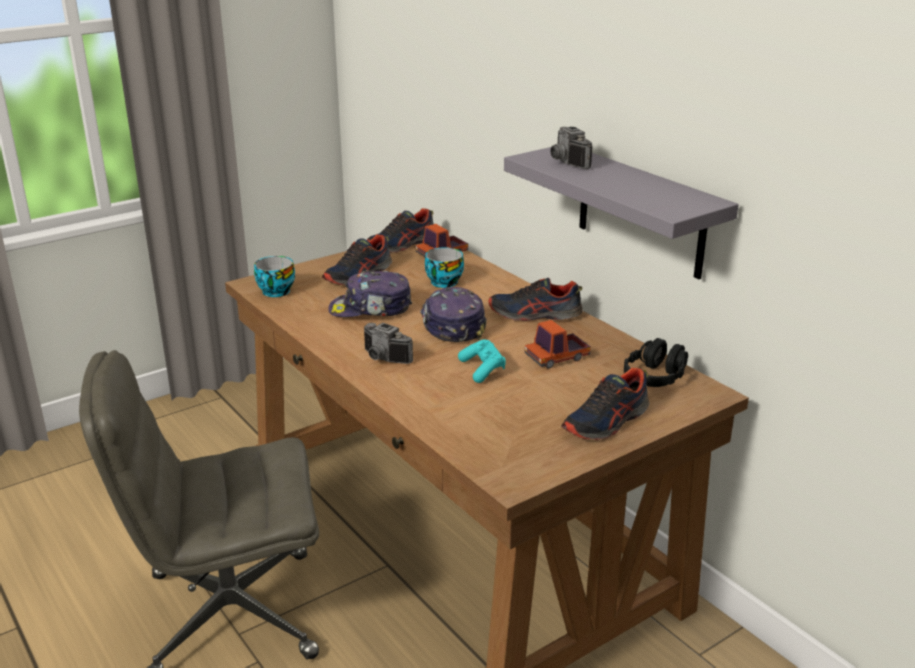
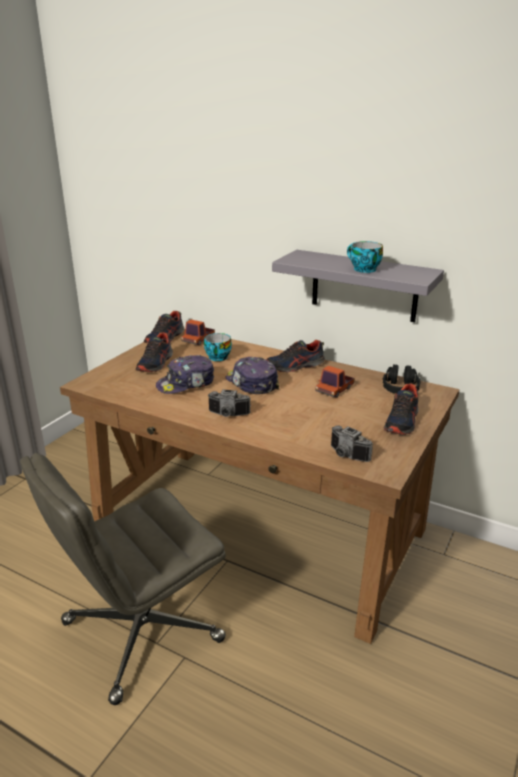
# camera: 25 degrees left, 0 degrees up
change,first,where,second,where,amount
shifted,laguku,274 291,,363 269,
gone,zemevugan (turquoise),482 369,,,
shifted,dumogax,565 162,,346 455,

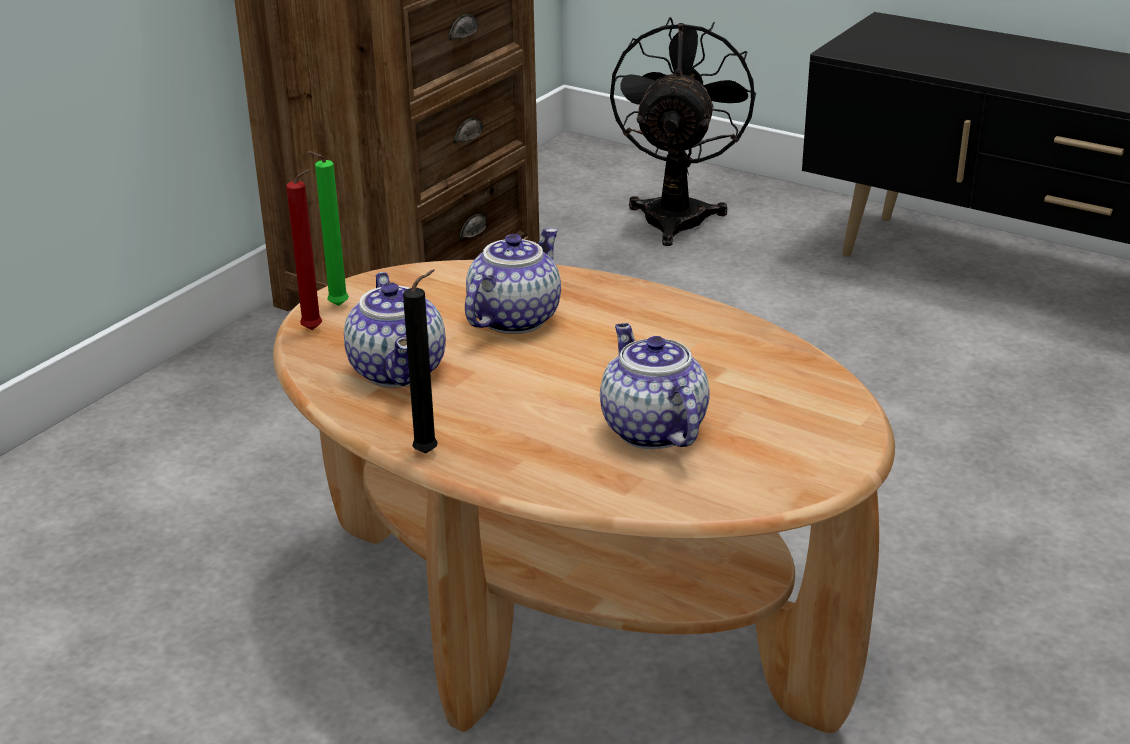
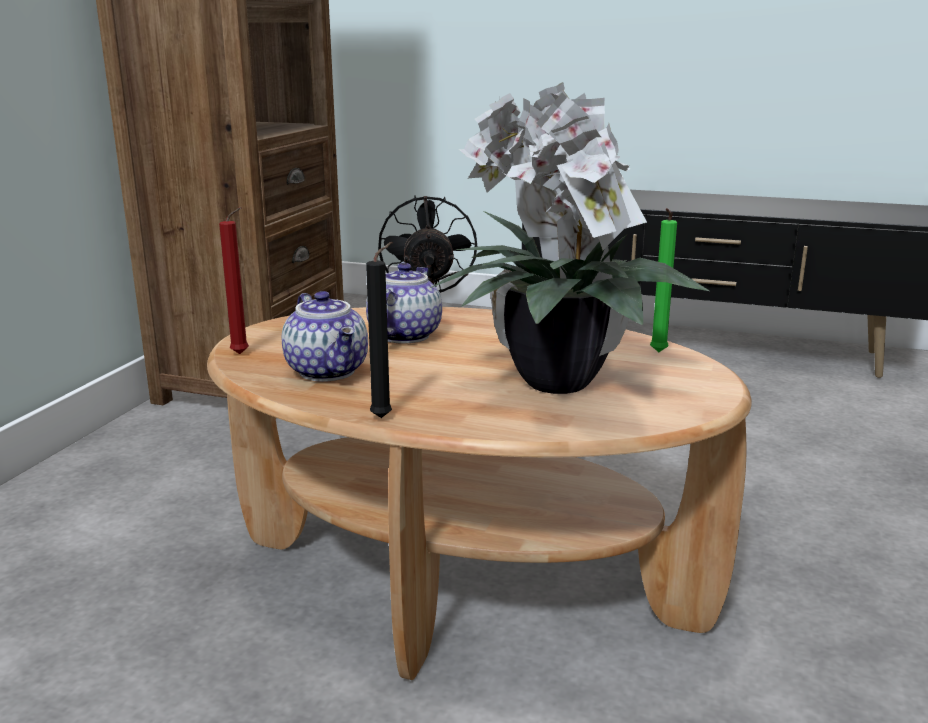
# camera: 15 degrees left, 10 degrees down
change,first,where,second,where,amount
shifted,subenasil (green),335 307,,657 353,
swapped,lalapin,651 429,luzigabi,557 386,

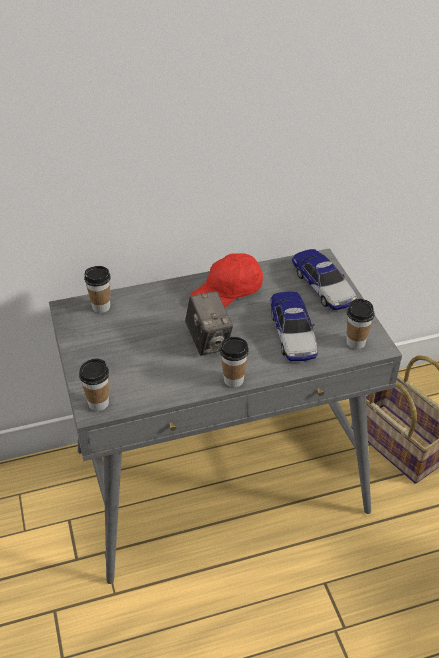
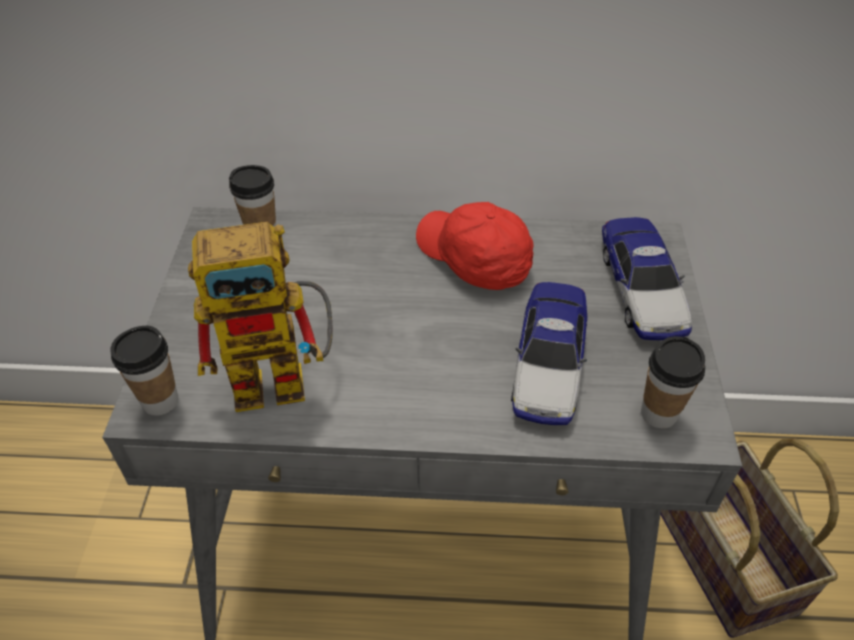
# camera: 20 degrees right, 5 degrees up
change,first,where,second,where,amount
gone,dumogax,208 341,,,
rotated,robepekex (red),228 292,,473 259,60 degrees clockwise
gone,laguku,233 380,,,
new,,,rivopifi,285 377,

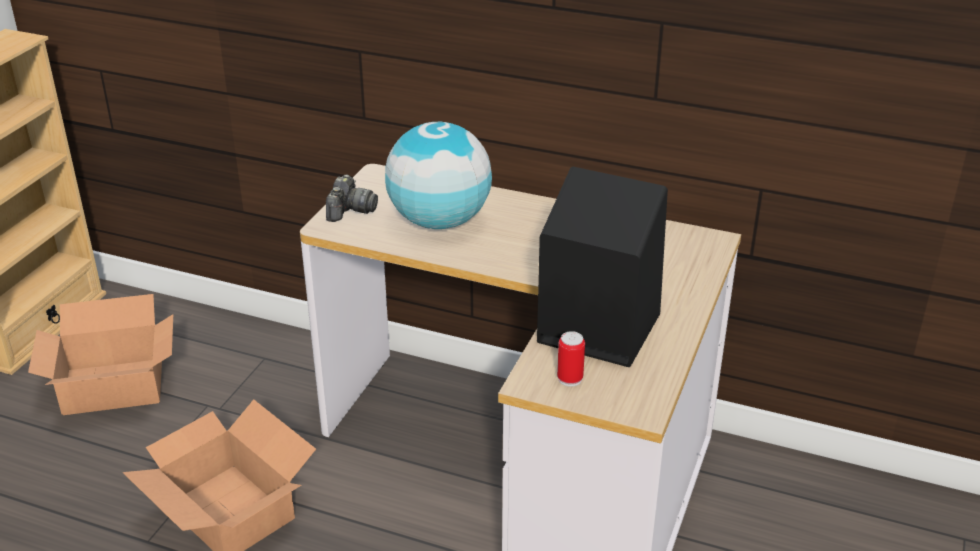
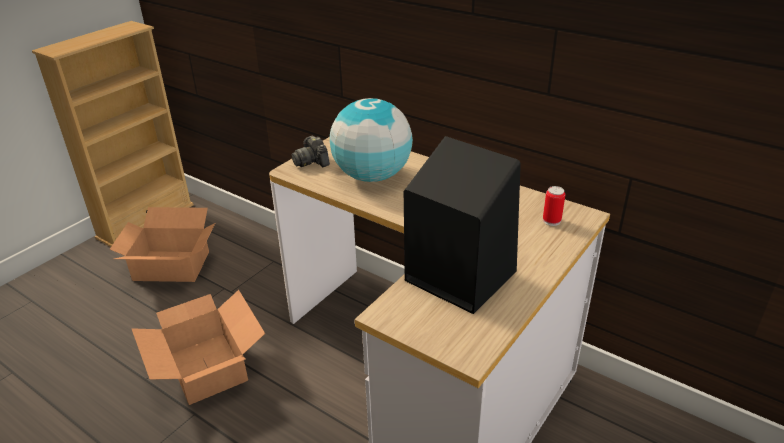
# camera: 15 degrees right, 0 degrees up
change,first,where,second,where,amount
rotated,dumogax,350 211,,312 161,120 degrees clockwise
shifted,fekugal,570 378,,551 221,

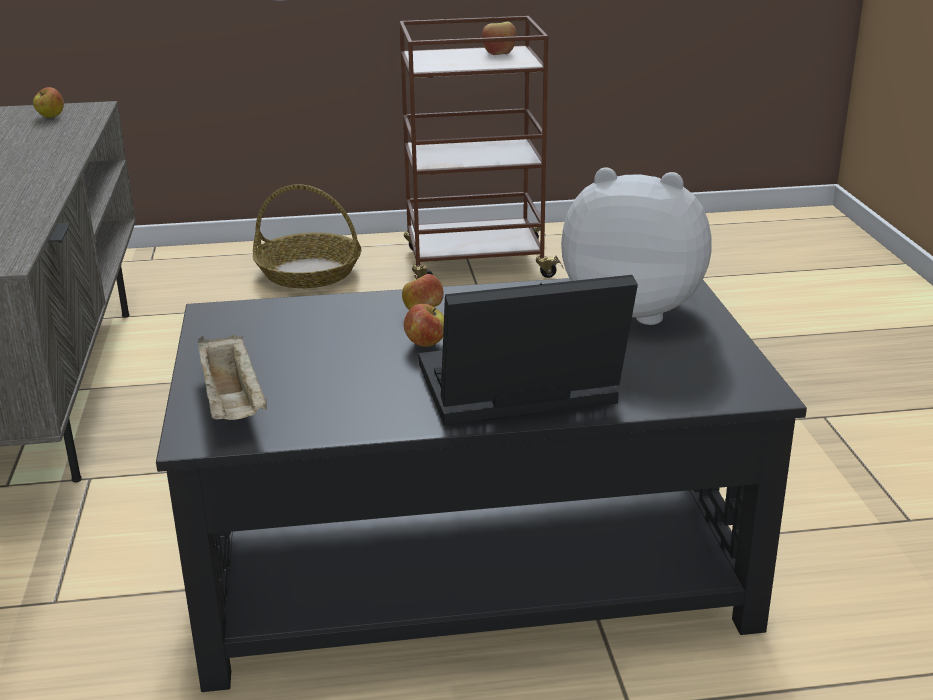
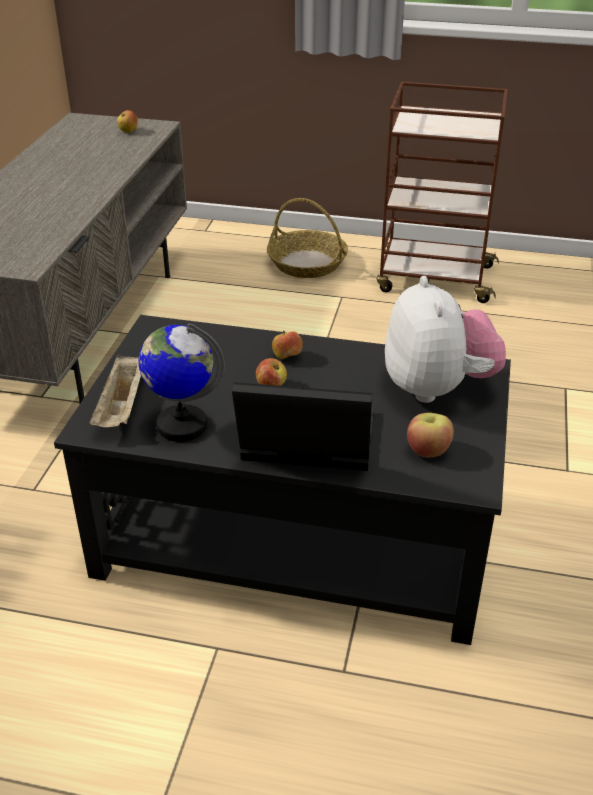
# camera: 20 degrees right, 10 degrees up
change,first,where,second,where,amount
shifted,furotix,499 53,,428 450,
rotated,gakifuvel,634 309,,437 388,45 degrees clockwise
new,,,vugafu,181 425,

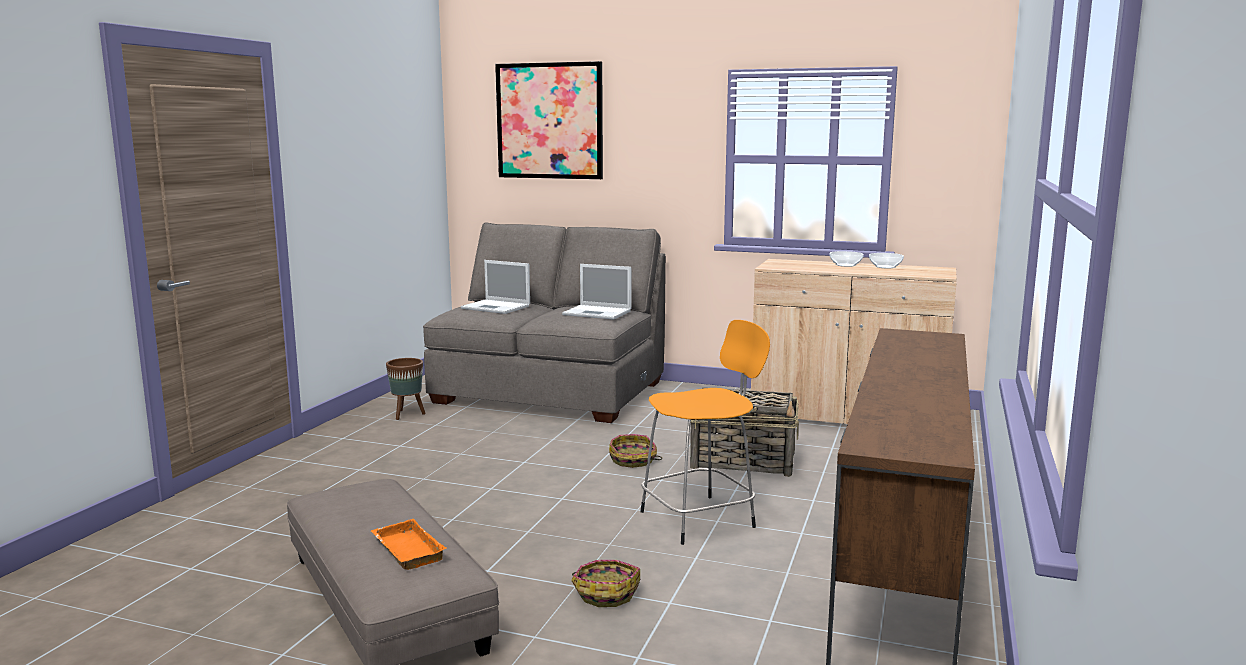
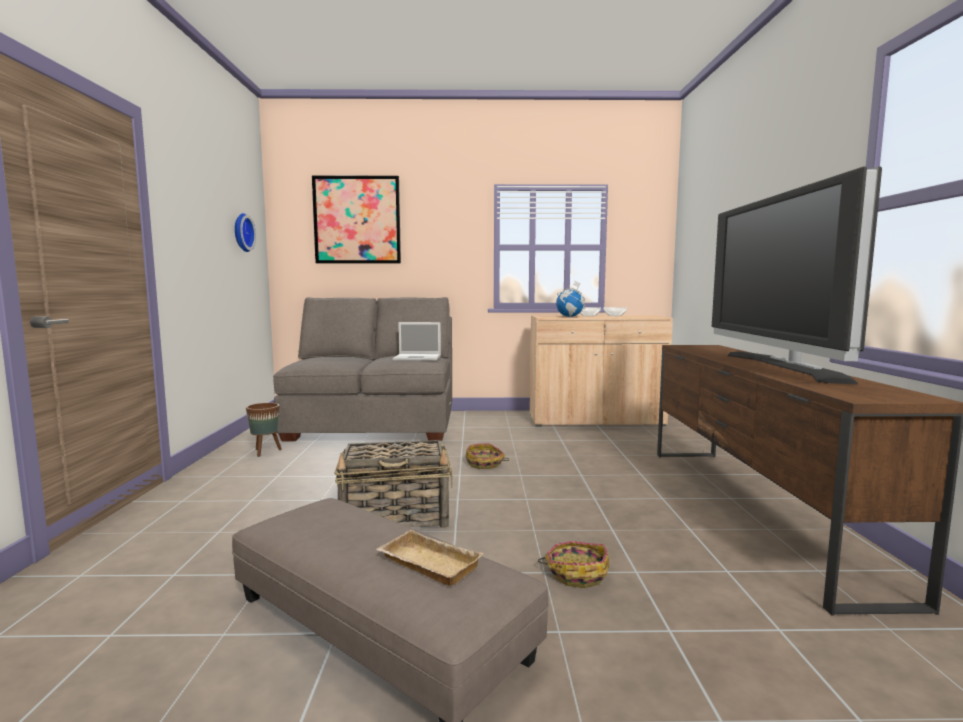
# camera: 20 degrees left, 5 degrees down
change,first,where,second,where,amount
repainted,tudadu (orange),405 550,tudadu (beige),426 564,
gone,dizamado,497 307,,,
gone,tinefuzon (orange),701 518,,,
shifted,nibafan,744 462,,396 517,
new,,,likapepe,241 232,
new,,,vugafu,570 316,
new,,,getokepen,783 366,

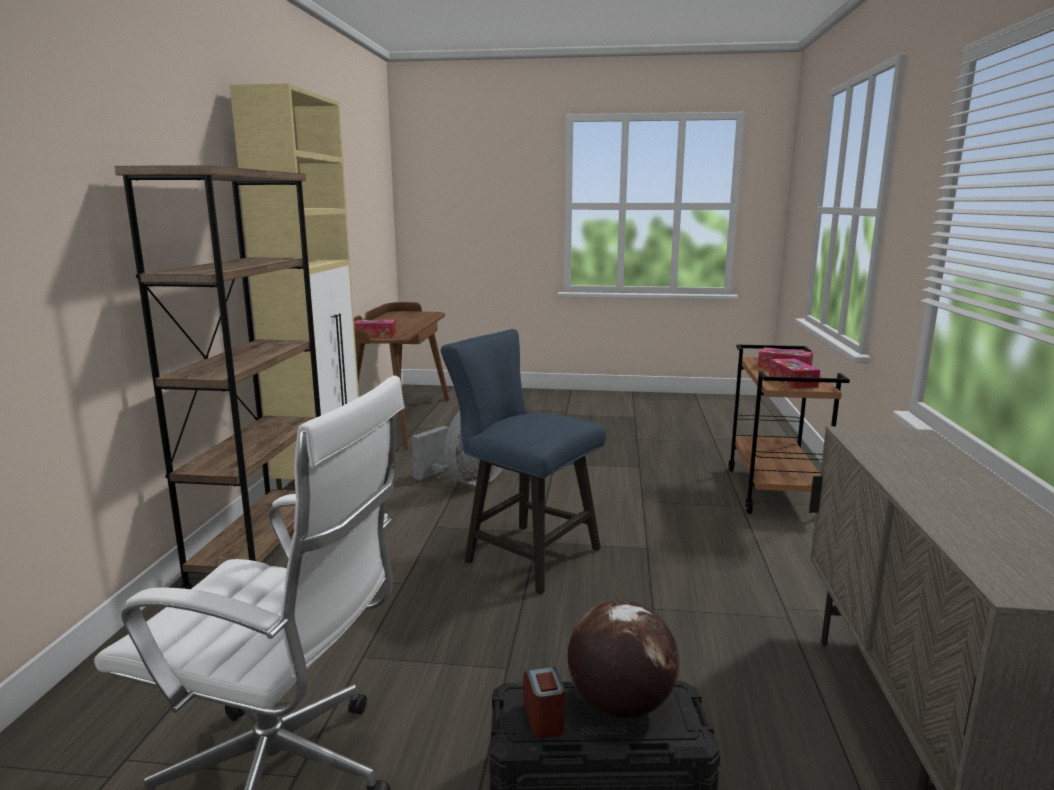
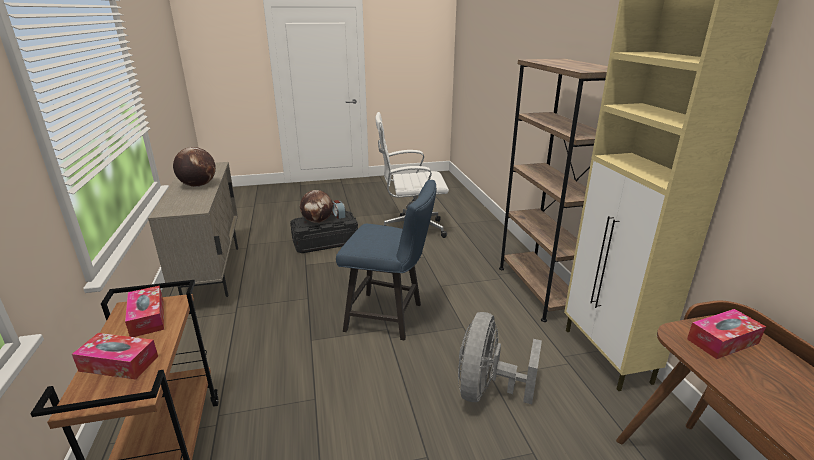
# camera: 160 degrees right, 10 degrees up
change,first,where,second,where,amount
new,,,vugafu,198 185,

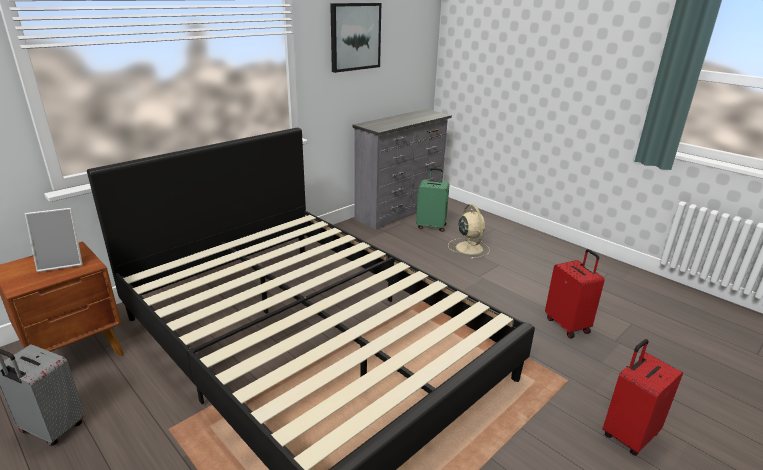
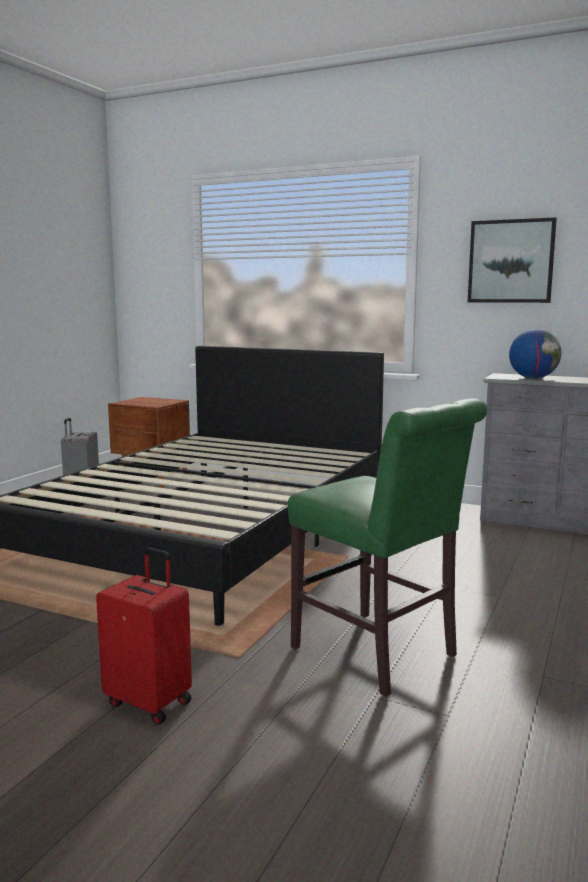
# camera: 70 degrees right, 15 degrees down
change,first,where,second,where,amount
gone,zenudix,62 262,,,
gone,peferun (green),431 226,,,
gone,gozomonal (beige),468 247,,,
swapped,peferun (red),568 325,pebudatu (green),379 655,
new,,,vugafu,533 378,

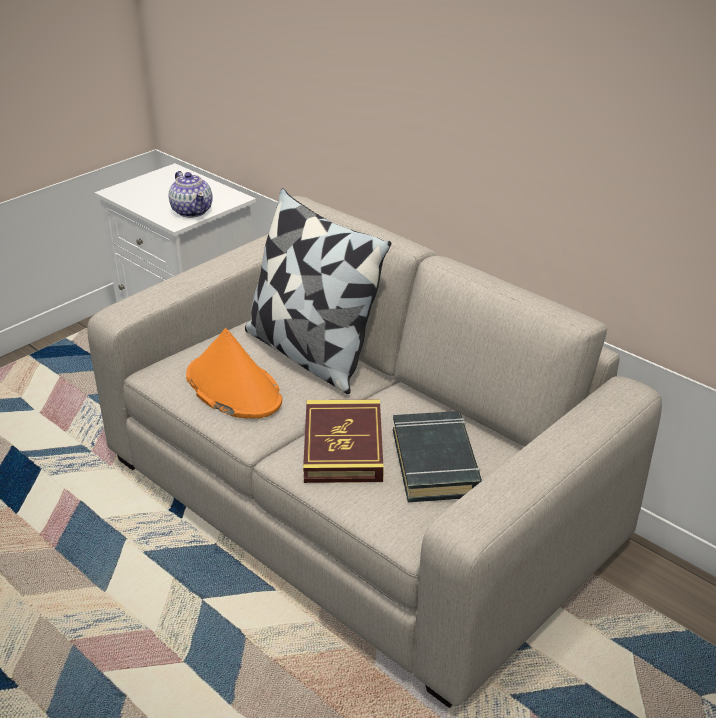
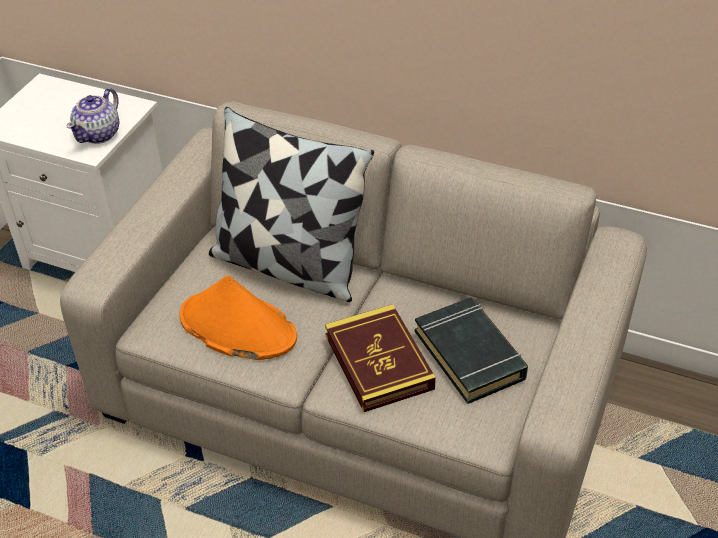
# camera: 20 degrees left, 10 degrees up
change,first,where,second,where,amount
rotated,lalapin,192 211,,99 134,75 degrees clockwise

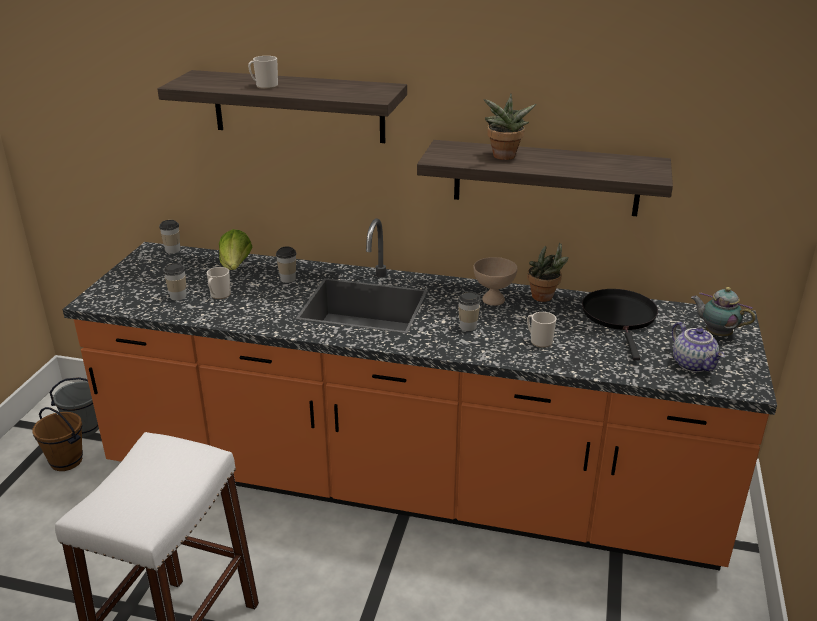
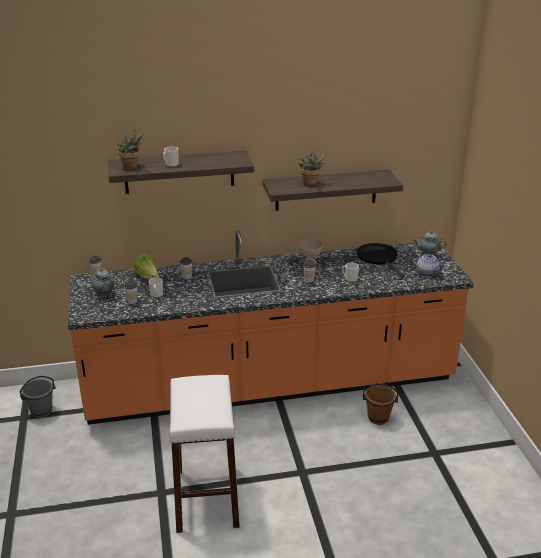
# camera: 25 degrees left, 0 degrees up
change,first,where,second,where,amount
shifted,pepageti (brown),67 461,,378 418,
shifted,luzigabi,545 298,,132 167,
new,,,lalapin,104 295,

